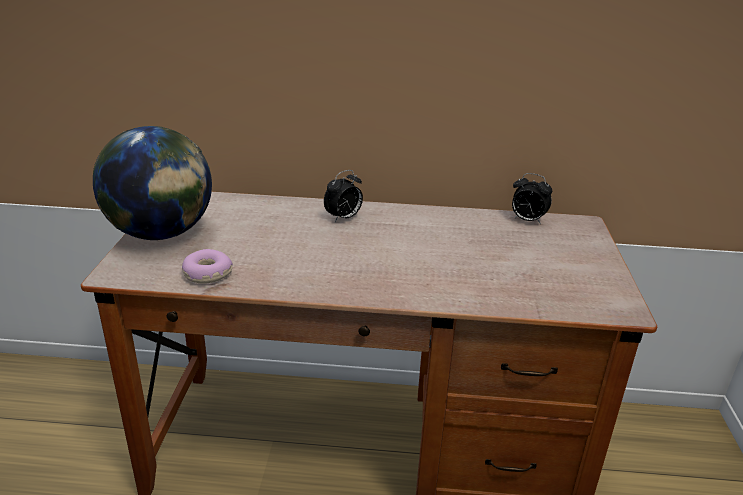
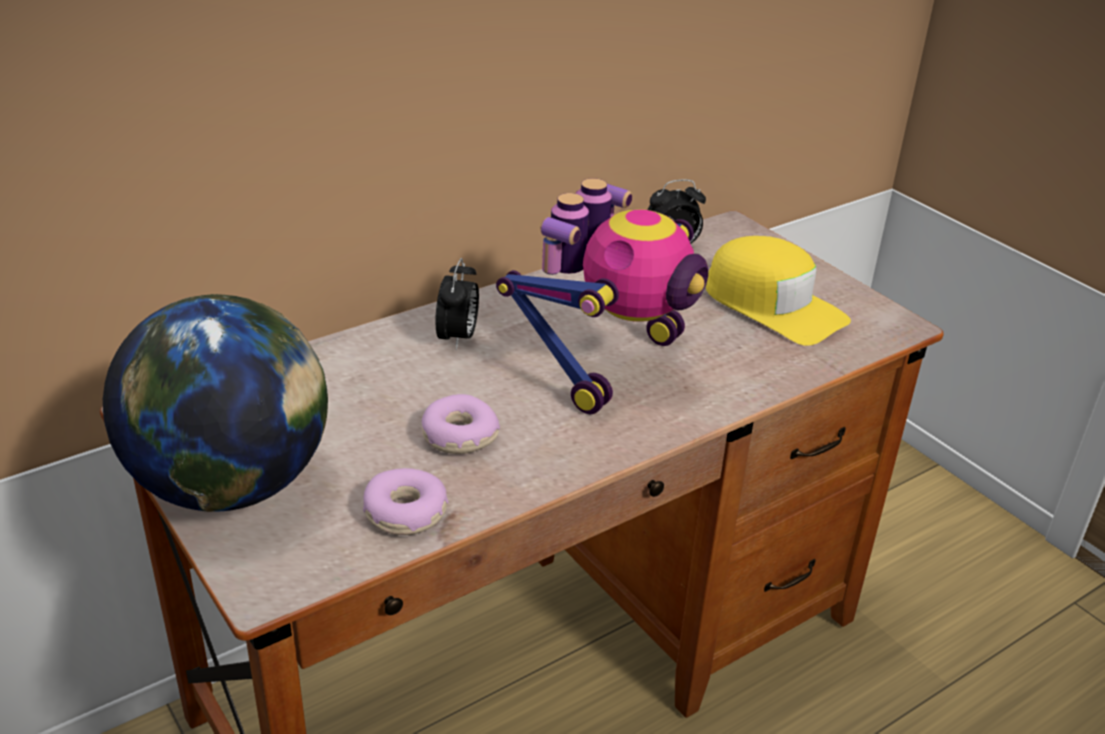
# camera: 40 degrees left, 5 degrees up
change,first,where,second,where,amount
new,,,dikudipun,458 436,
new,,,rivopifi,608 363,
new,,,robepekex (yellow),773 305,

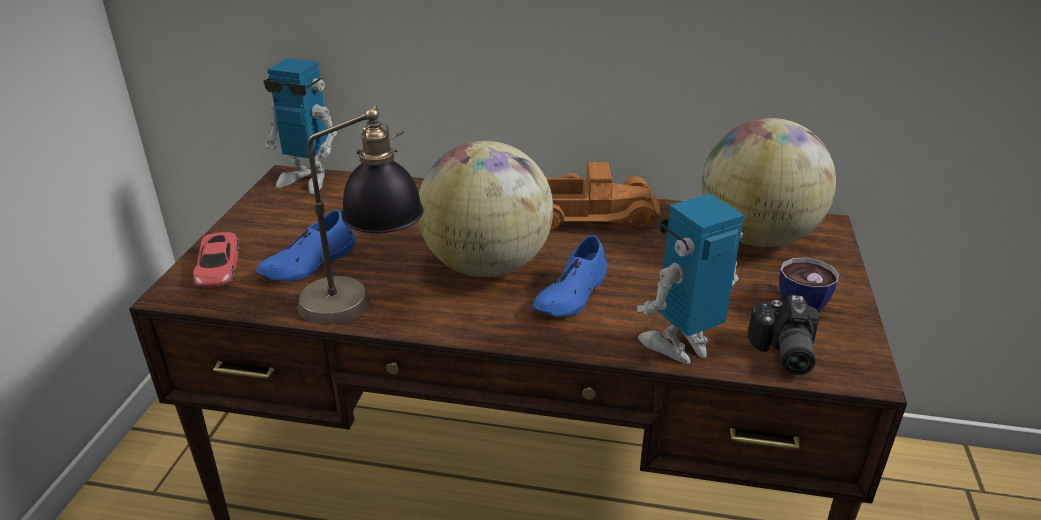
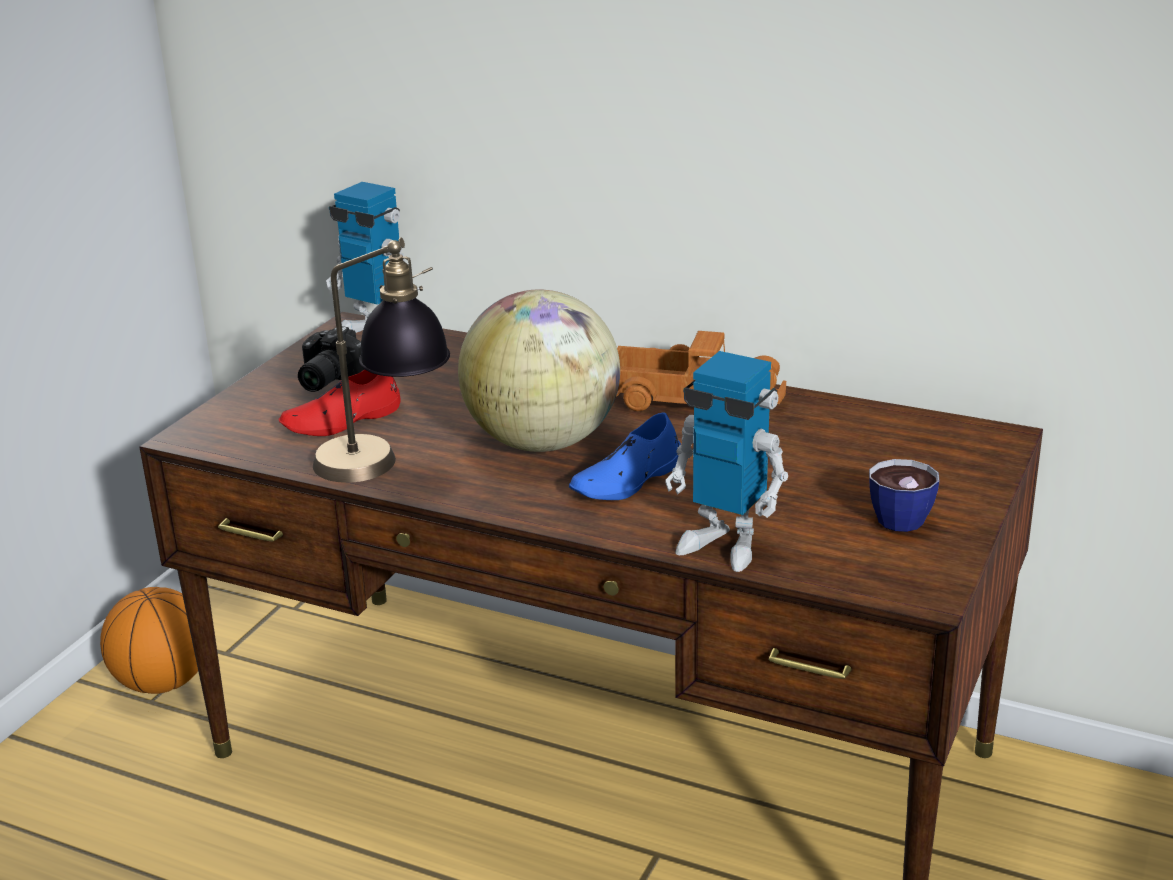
# camera: 15 degrees right, 5 degrees down
change,first,where,second,where,amount
gone,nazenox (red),218 266,,,
repainted,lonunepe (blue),309 263,lonunepe (red),342 420,
rotated,rivopifi,681 346,,724 544,135 degrees counterclockwise
gone,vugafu,756 237,,,
shifted,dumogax,782 353,,325 380,
new,,,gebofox,163 682,

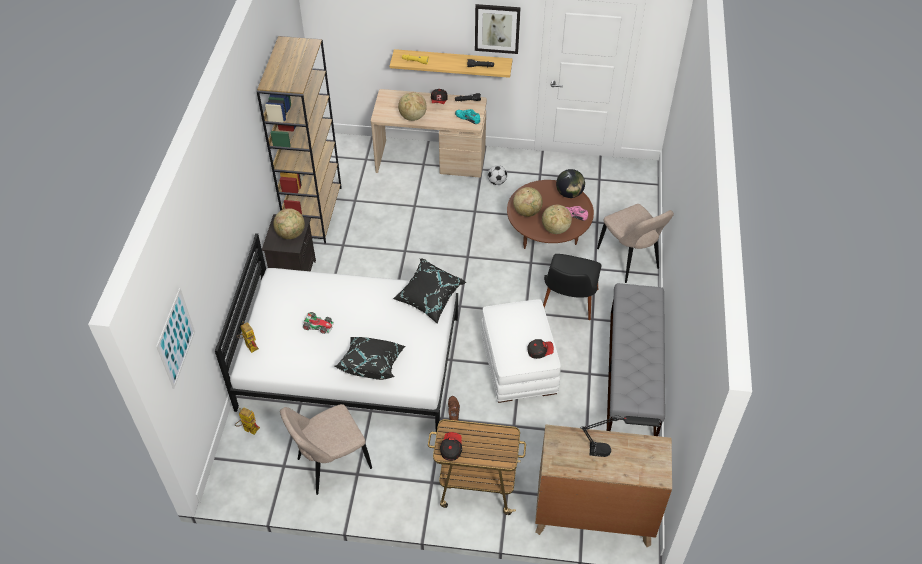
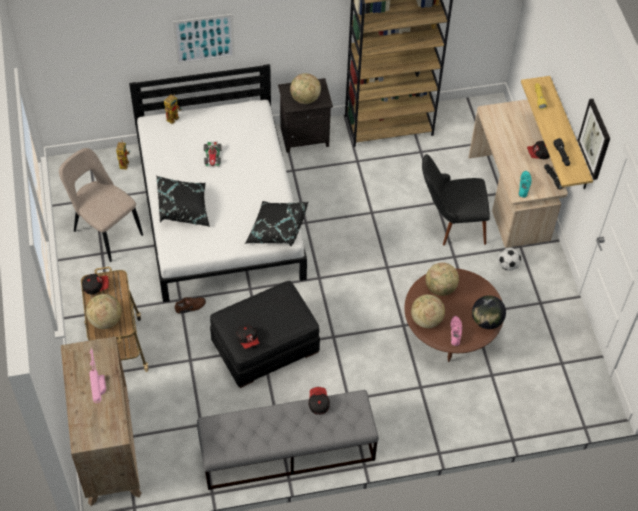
# camera: 70 degrees right, 5 degrees up
change,first,where,second,where,amount
shifted,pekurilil,176 338,,204 39,
shifted,vugafu,412 117,,105 320,
repainted,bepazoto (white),518 363,bepazoto (black),265 346,
shifted,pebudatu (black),568 307,,450 224,
repainted,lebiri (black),614 451,lebiri (pink),100 398,
gone,pebudatu (beige),629 260,,,
new,,,robepekex,318 403,

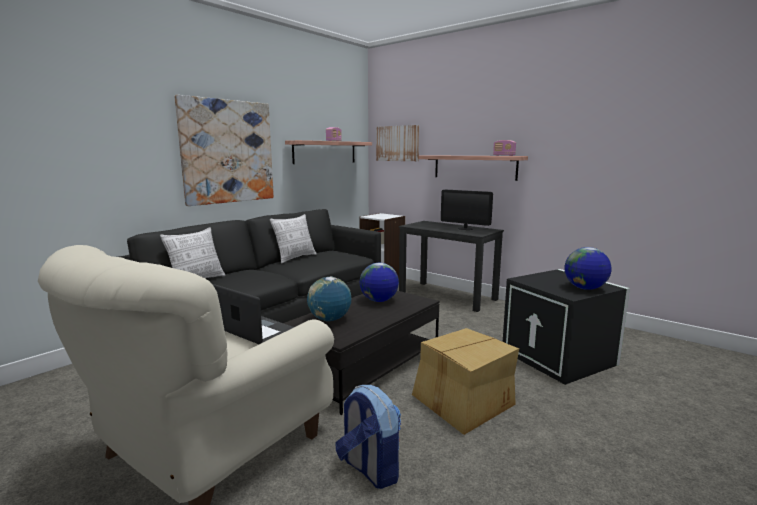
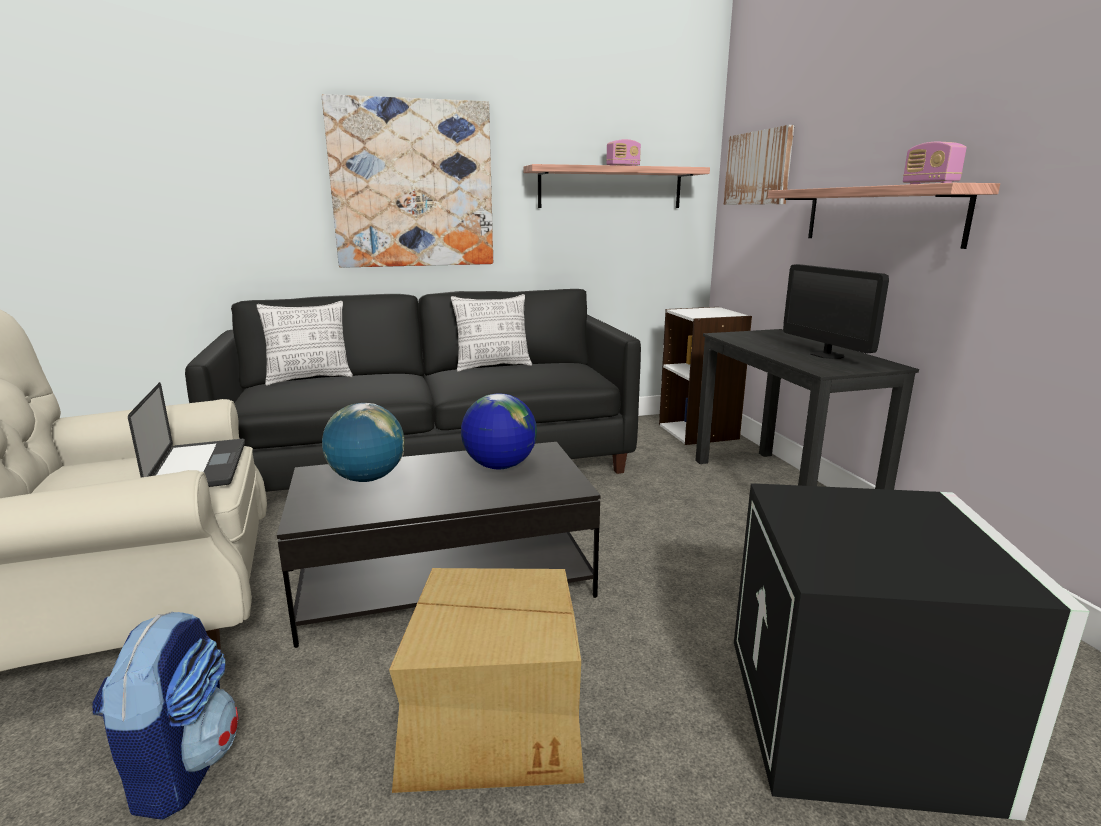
# camera: 35 degrees right, 5 degrees up
change,first,where,second,where,amount
gone,vugafu,585 288,,,

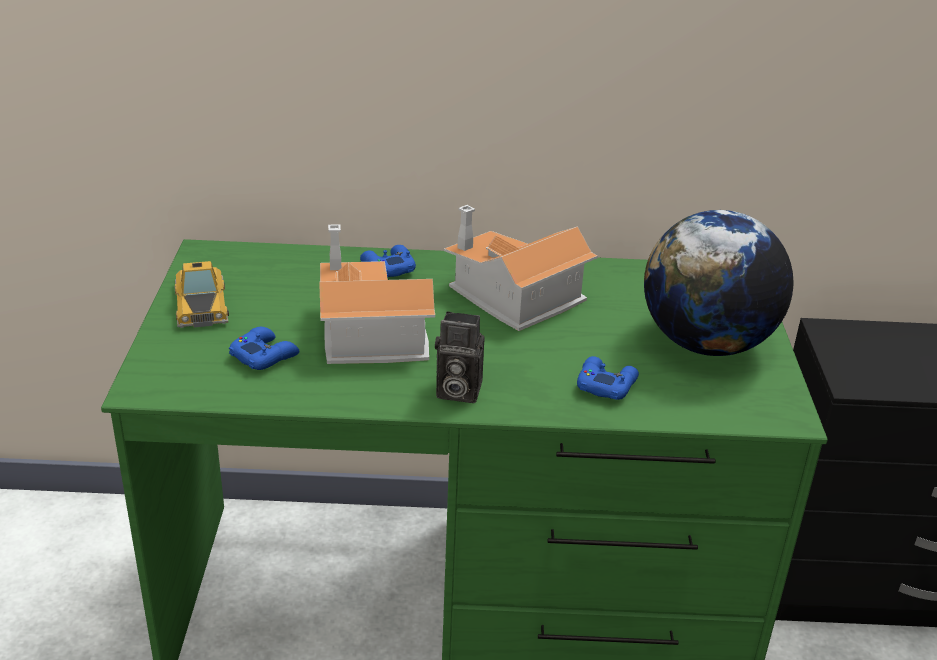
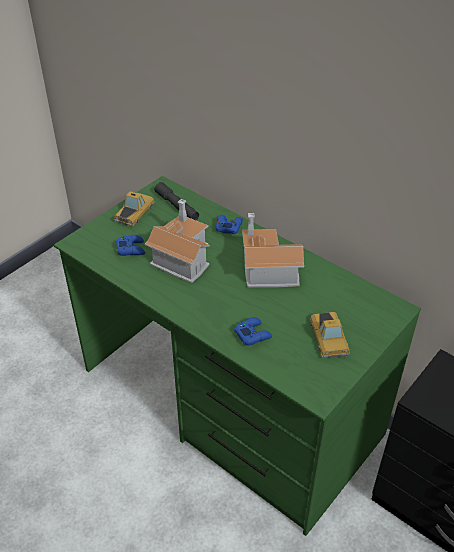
# camera: 40 degrees right, 10 degrees up
change,first,where,second,where,amount
gone,dumogax,455 391,,,
swapped,vugafu,706 343,nazenox,329 338,
new,,,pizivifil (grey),177 206,

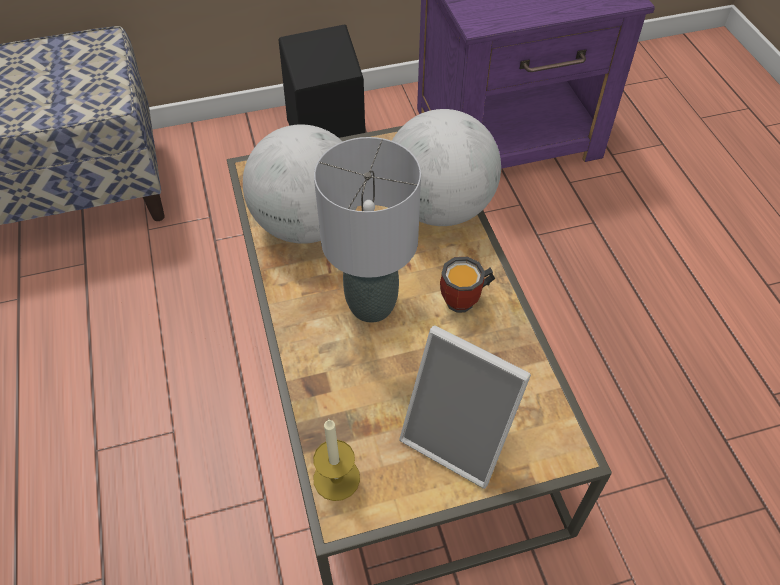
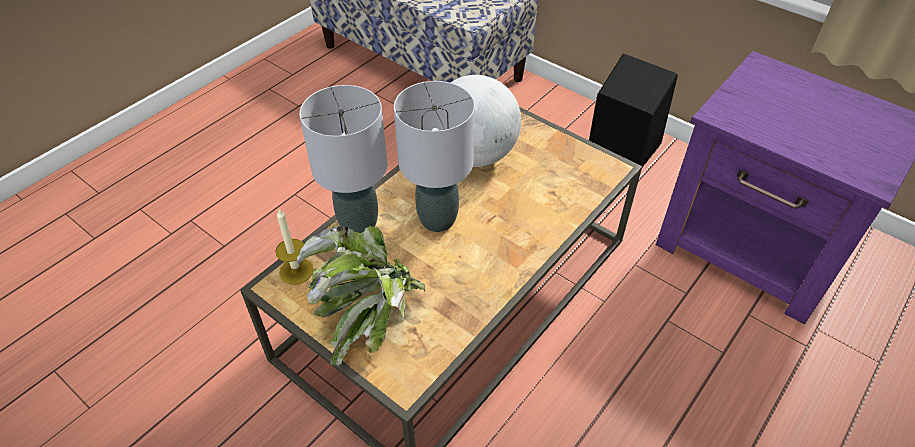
# camera: 55 degrees right, 5 degrees down
change,first,where,second,where,amount
gone,vugafu,439 208,,,
swapped,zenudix,459 437,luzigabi,370 317,
gone,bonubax,466 301,,,
new,,,lebiri (grey),358 224,

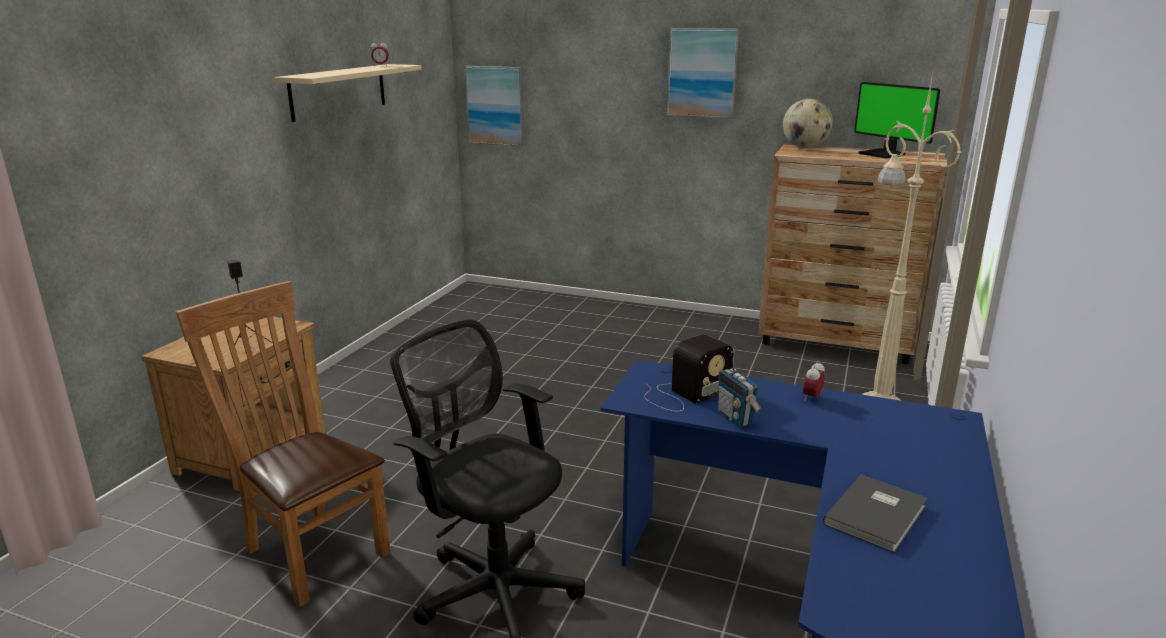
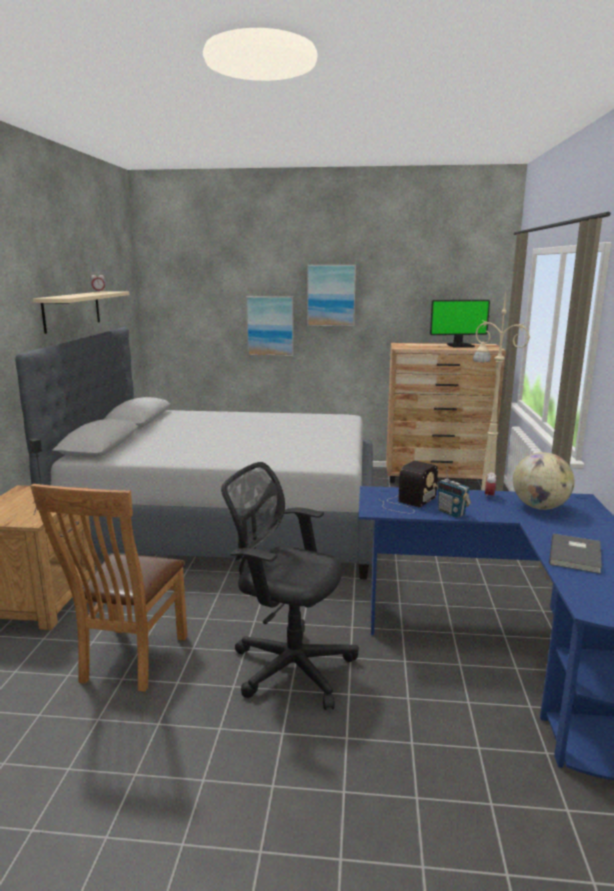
# camera: 15 degrees left, 5 degrees down
change,first,where,second,where,amount
rotated,pebudatu (brown),310 549,,129 661,105 degrees counterclockwise
shifted,pekurilil,495 105,,270 326,
shifted,vugafu,805 147,,540 507,
rotated,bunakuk,883 154,,460 345,45 degrees counterclockwise
new,,,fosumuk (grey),228 521,

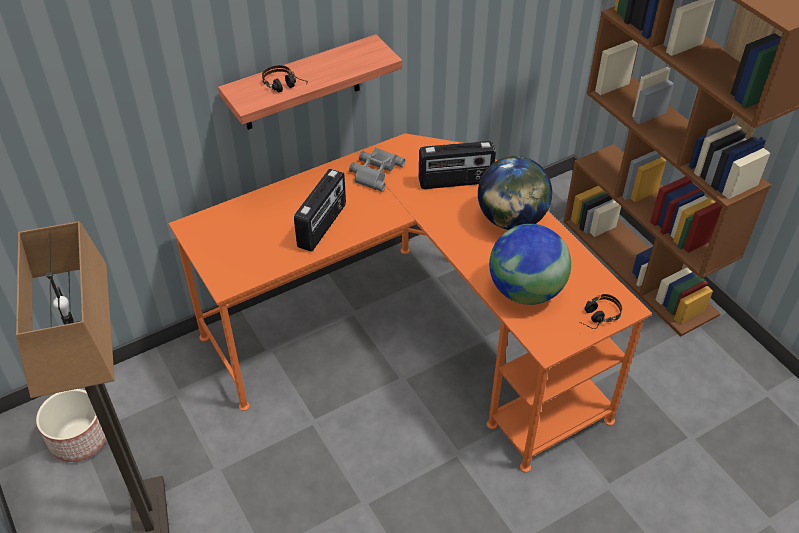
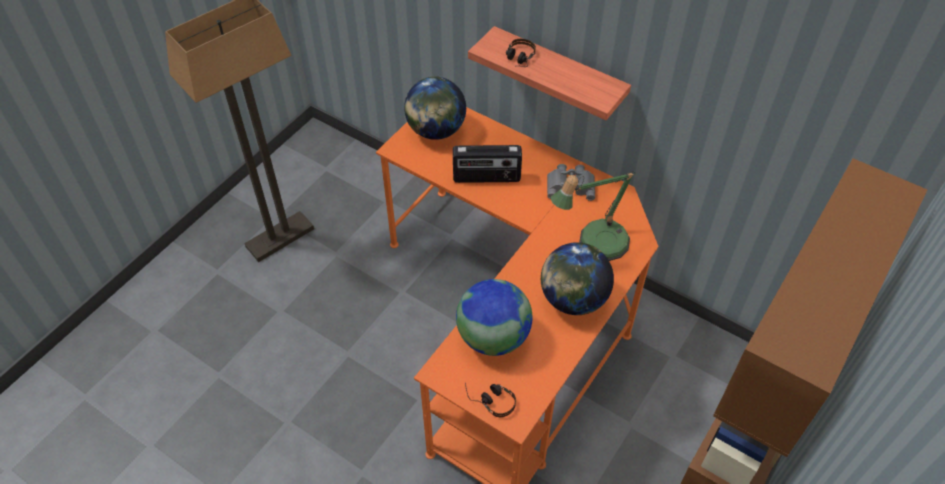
# camera: 65 degrees right, 5 degrees up
change,first,where,second,where,amount
gone,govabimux,78 439,,,
swapped,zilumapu,455 182,lebiri,595 243,
new,,,vugafu,436 130,

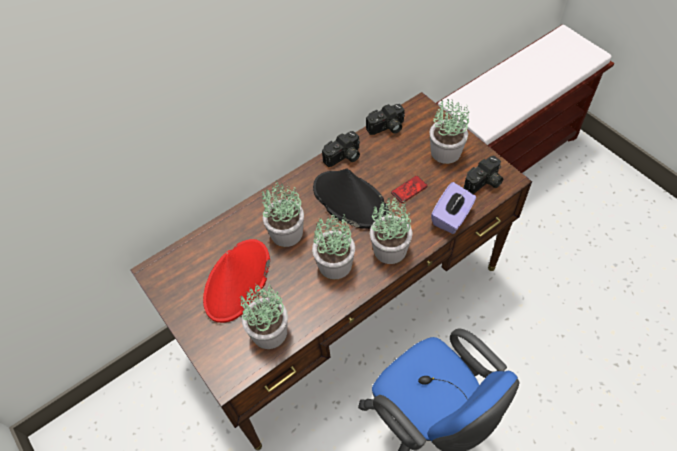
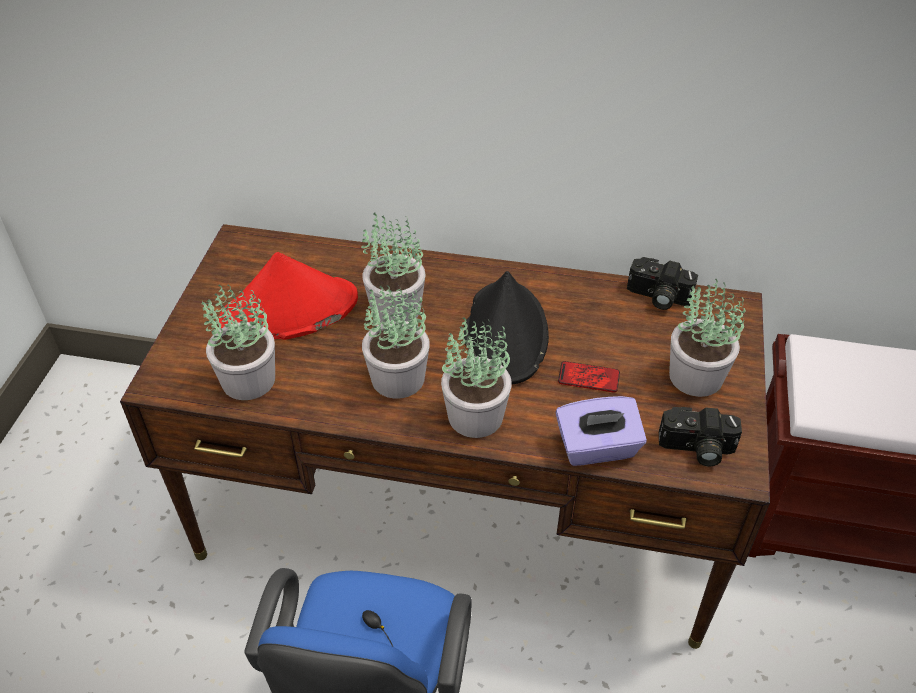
# camera: 45 degrees right, 10 degrees down
change,first,where,second,where,amount
gone,dumogax,344 157,,,

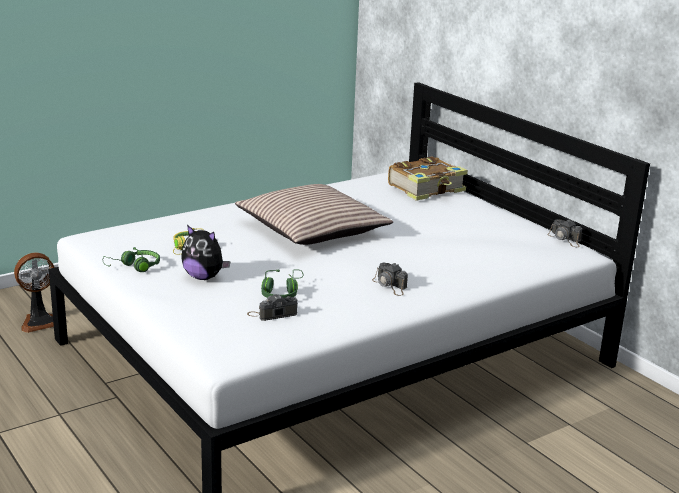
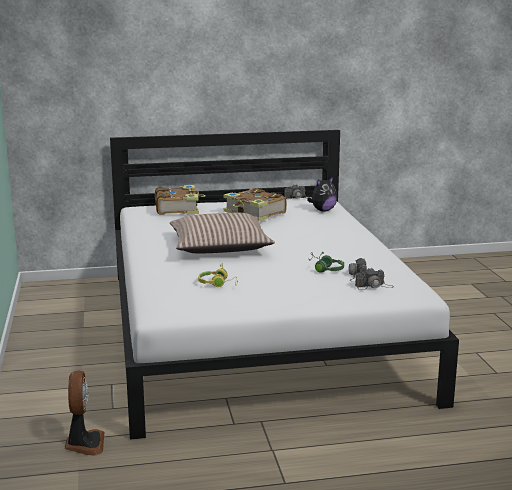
# camera: 65 degrees left, 5 degrees down
change,first,where,second,where,amount
gone,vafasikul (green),134 267,,,
shifted,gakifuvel,204 277,,323 210,
shifted,dumogax,390 285,,374 286,
new,,,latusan,255 213,

